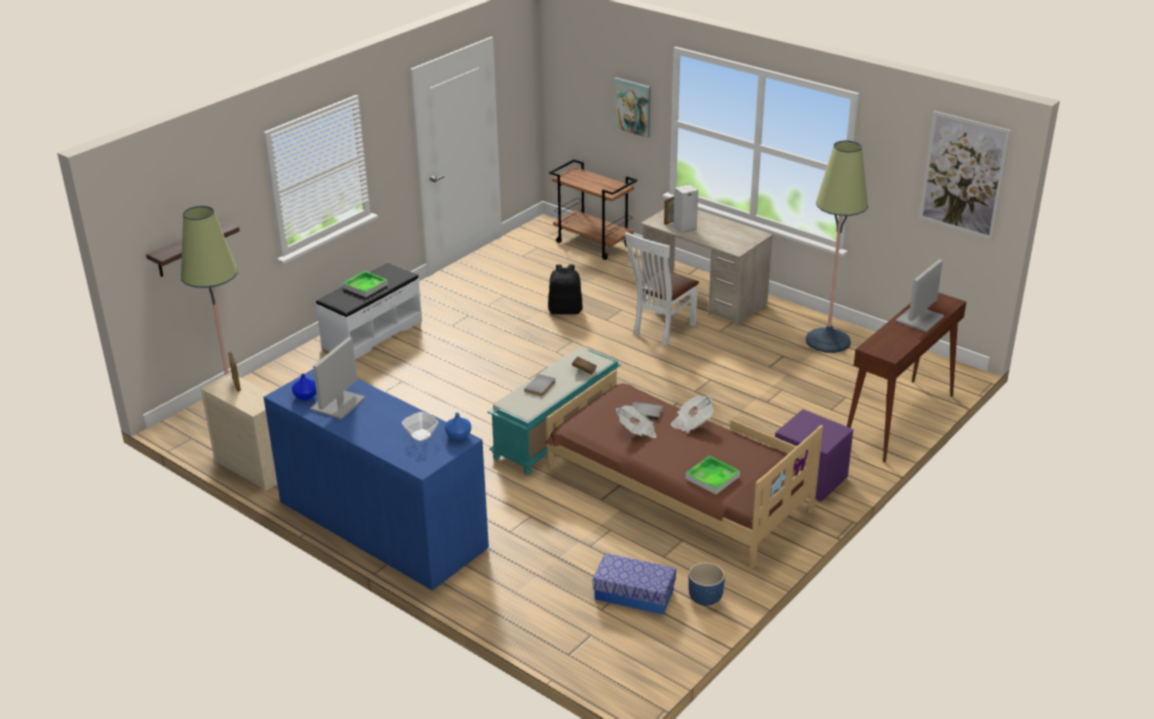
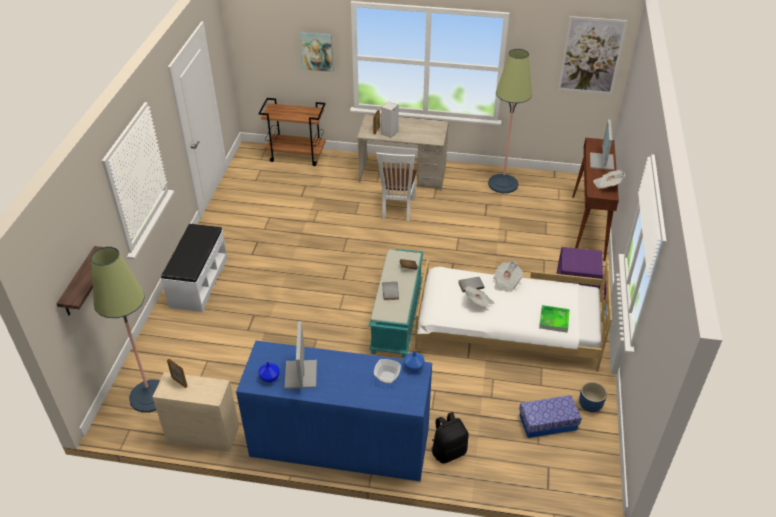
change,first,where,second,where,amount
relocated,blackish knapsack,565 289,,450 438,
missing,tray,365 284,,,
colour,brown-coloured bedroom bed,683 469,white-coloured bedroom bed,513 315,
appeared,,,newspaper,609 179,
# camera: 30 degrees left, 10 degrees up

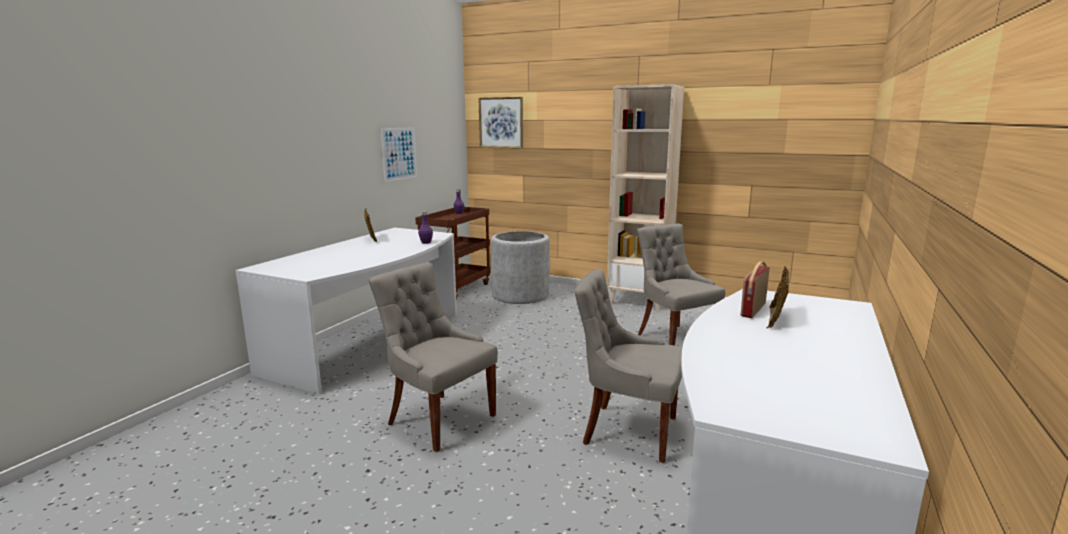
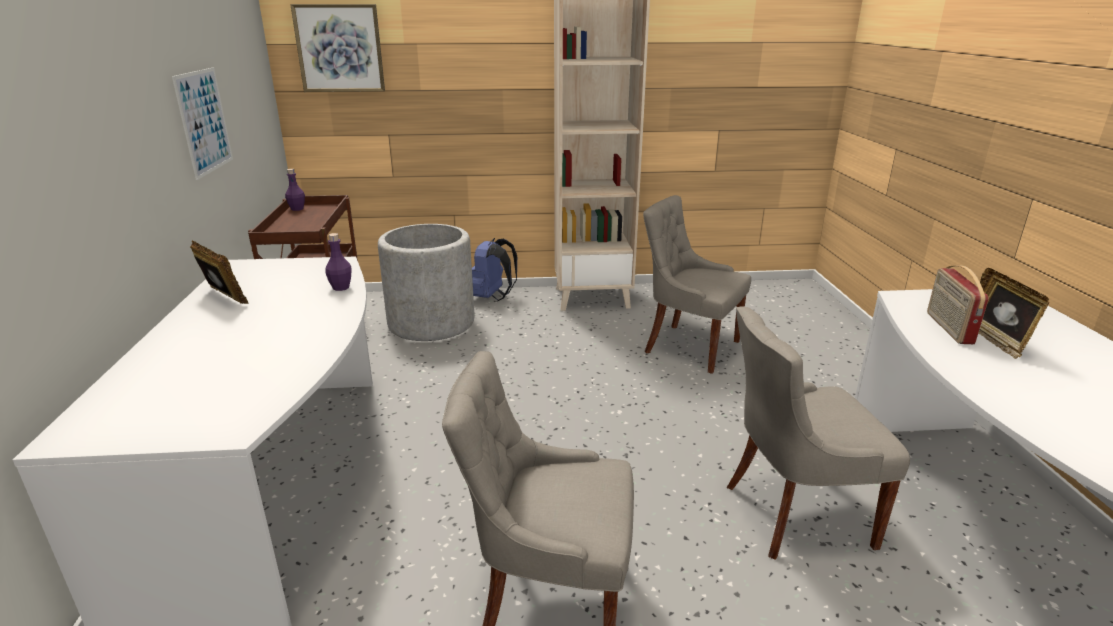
change,first,where,second,where,amount
appeared,,,blue-coloured knapsack,494 269,
# camera: 30 degrees left, 10 degrees up

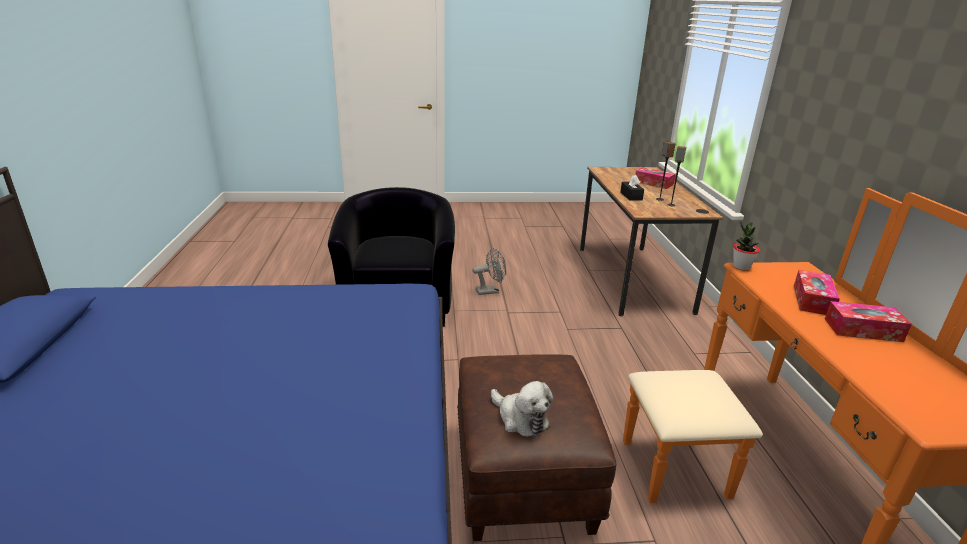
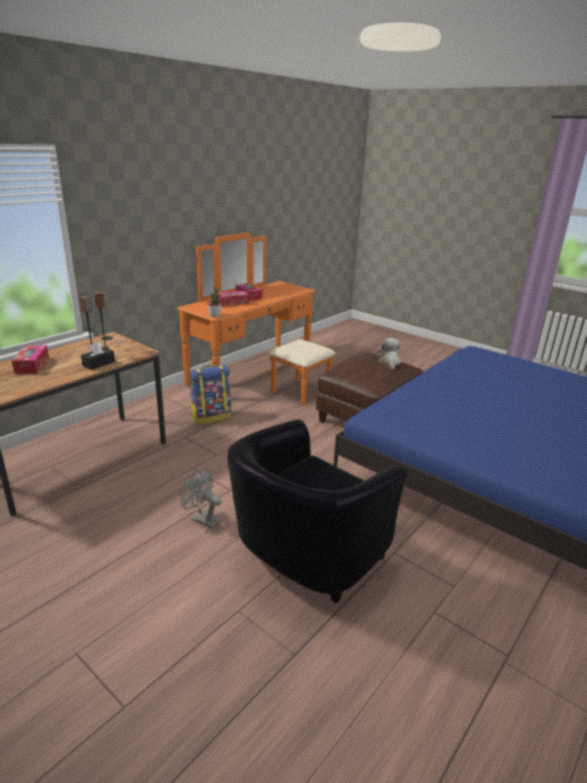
change,first,where,second,where,amount
appeared,,,knapsack,210 395,
# camera: 135 degrees left, 0 degrees up

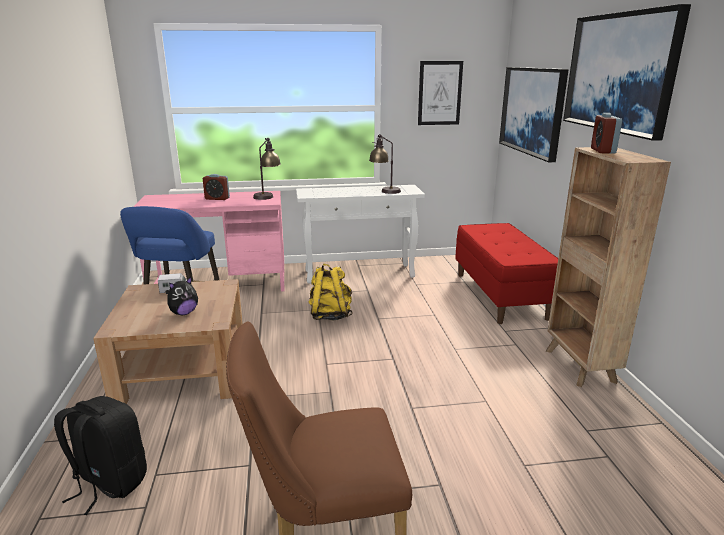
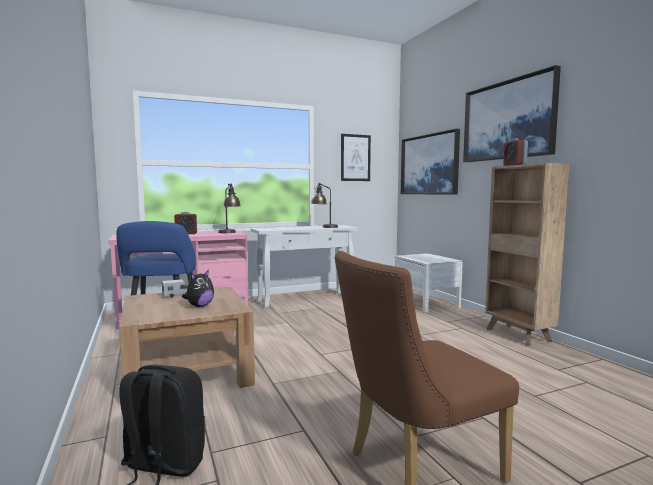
change,first,where,second,where,amount
exchanged,red indoor bench,506 273,white-coloured nightstand,429 283,
missing,yellow-coloured knapsack,331 292,,,
# camera: 15 degrees left, 15 degrees down

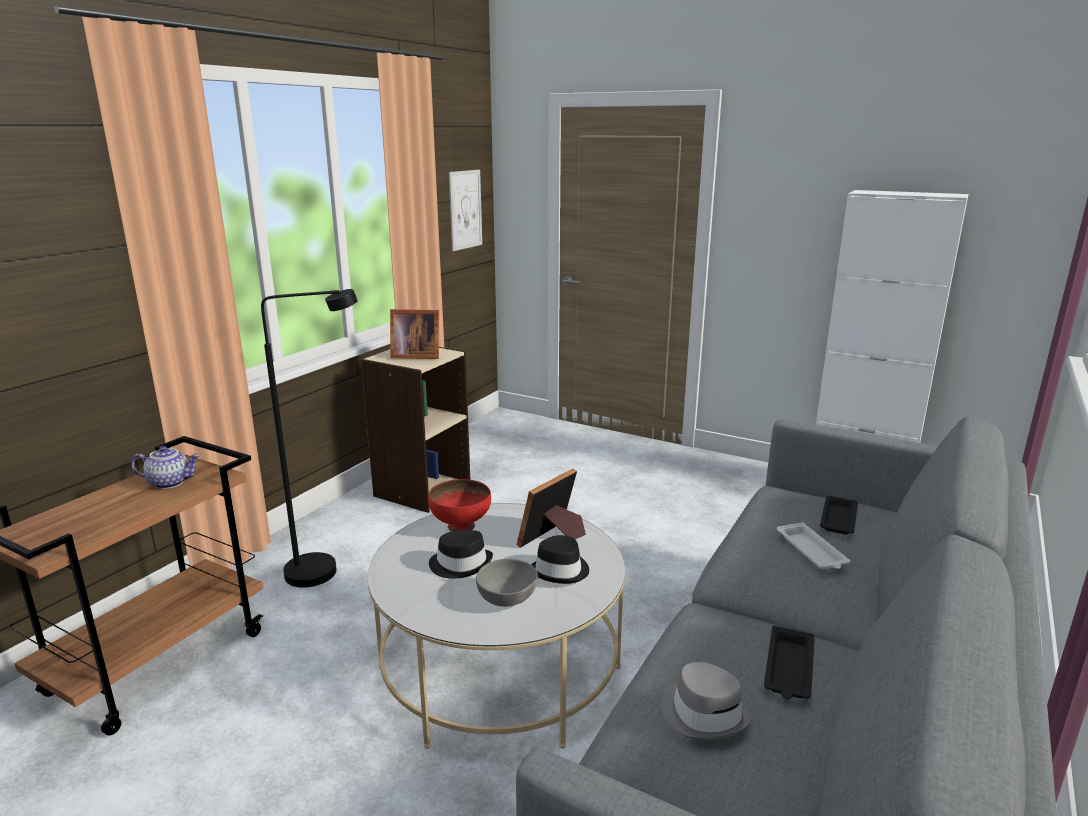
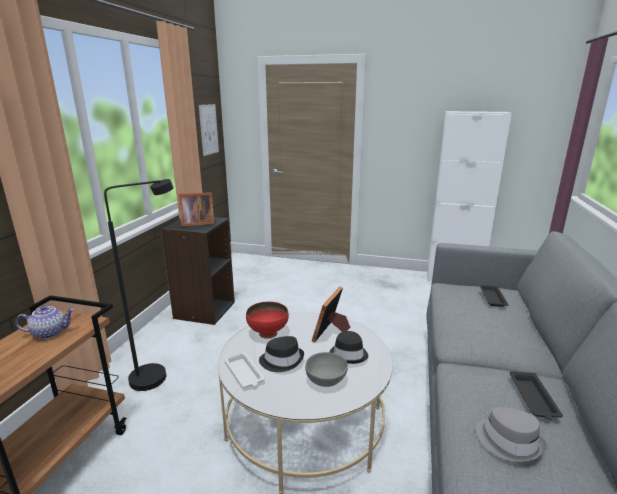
change,first,where,second,where,amount
colour,beige bookshelf,415 430,blackish bookshelf,198 271,
relocated,white-coloured tray,813 545,,244 369,
# camera: 15 degrees left, 0 degrees up

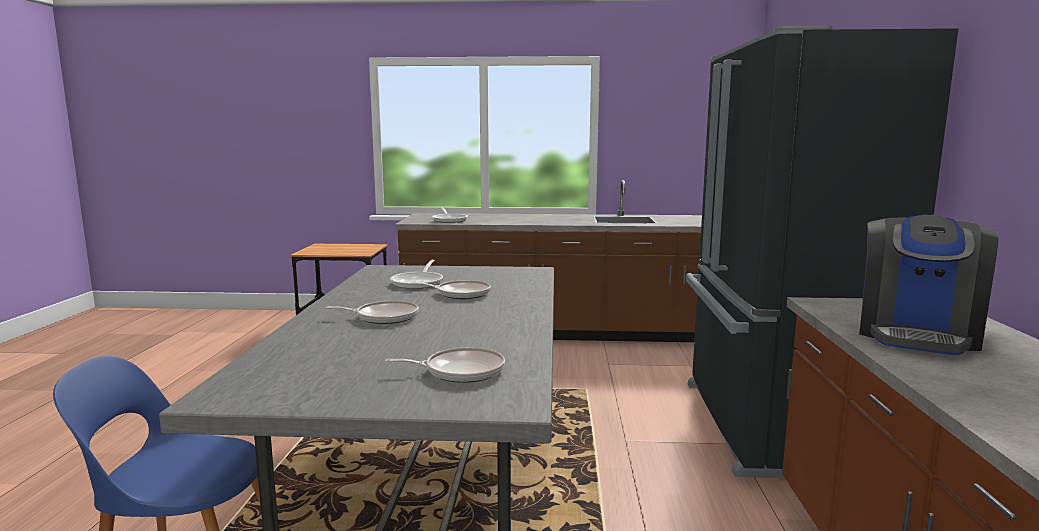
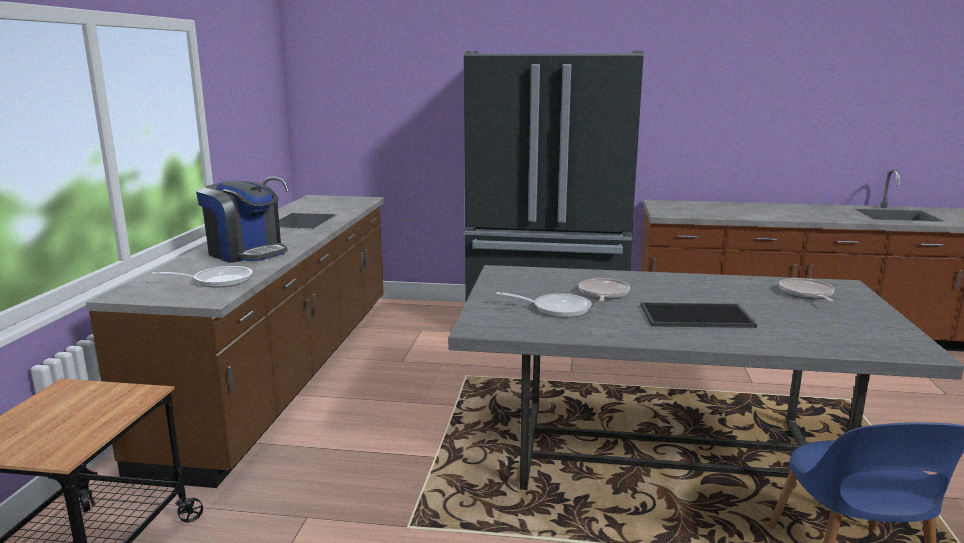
change,first,where,second,where,amount
relocated,coffee machine,928 285,,242 221,
exchanged,skillet,372 312,tray,698 315,
# camera: 85 degrees left, 5 degrees up

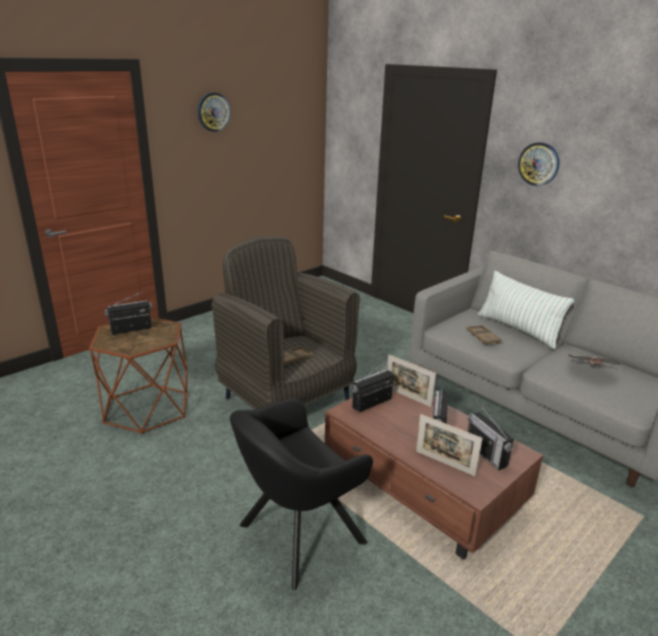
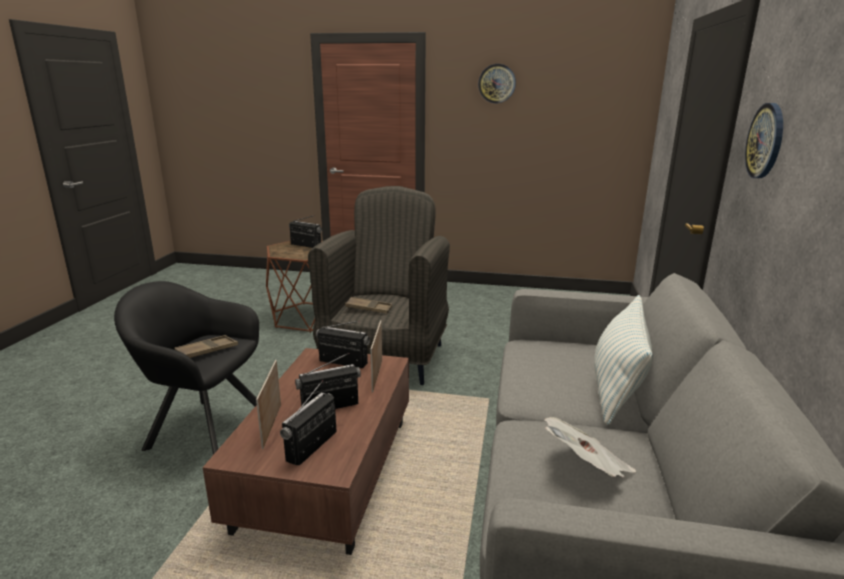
change,first,where,second,where,amount
relocated,brown-coloured tray,484 335,,206 346,
# camera: 55 degrees right, 5 degrees down

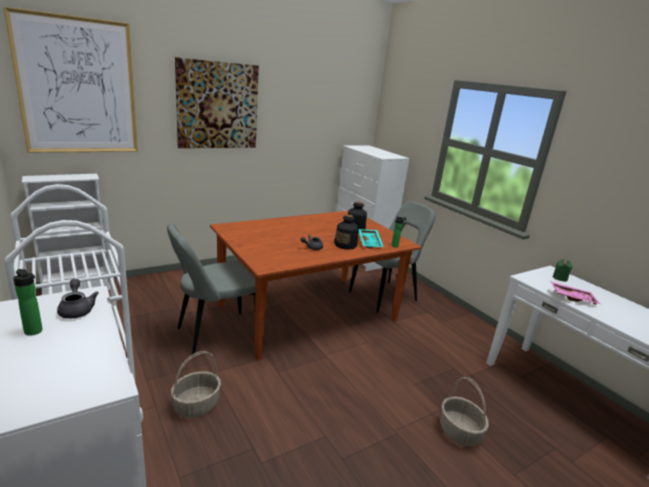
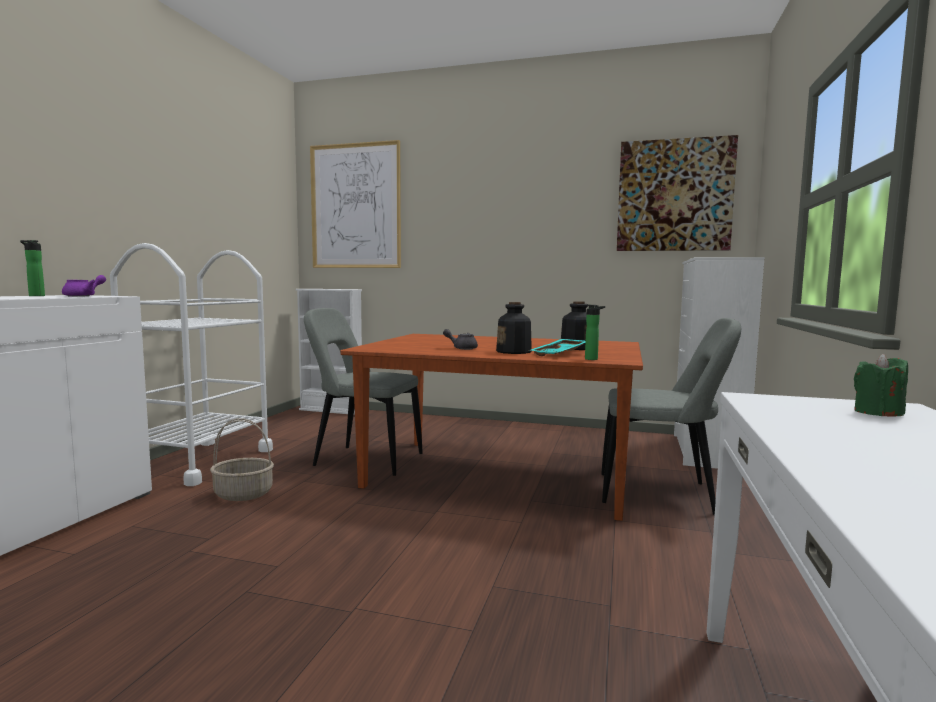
change,first,where,second,where,amount
relocated,wall art,217 102,,677 193,
colour,grey tea pot,78 299,purple-coloured tea pot,84 286,
missing,pinkish tray,575 293,,,
missing,basket,464 412,,,
# camera: 50 degrees right, 15 degrees down

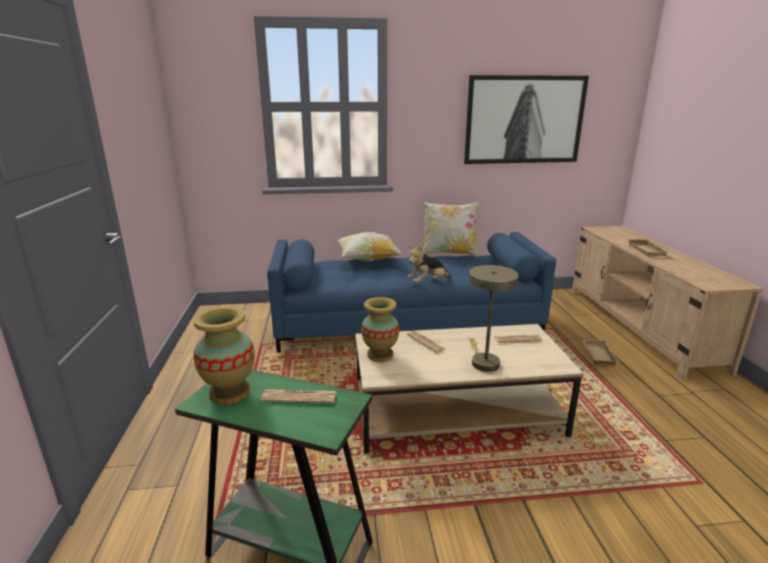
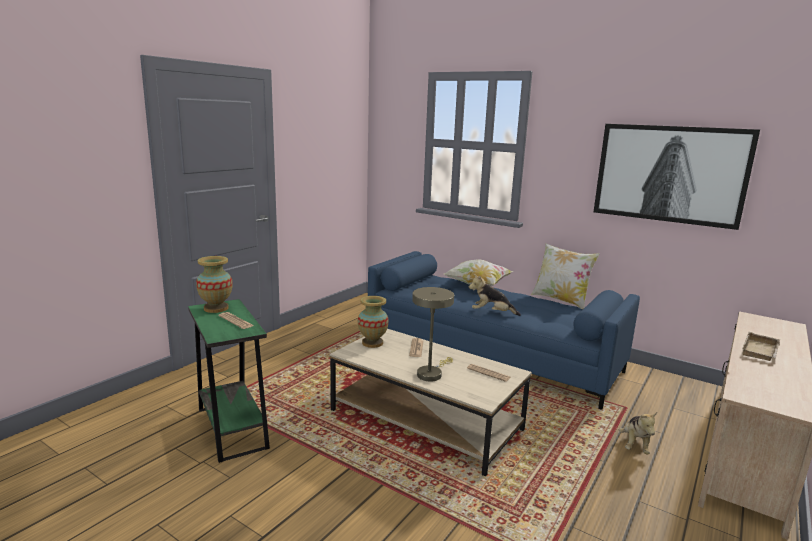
change,first,where,second,where,amount
exchanged,beige tray,600 353,cuddly toy,638 433,
# camera: 40 degrees right, 5 degrees down

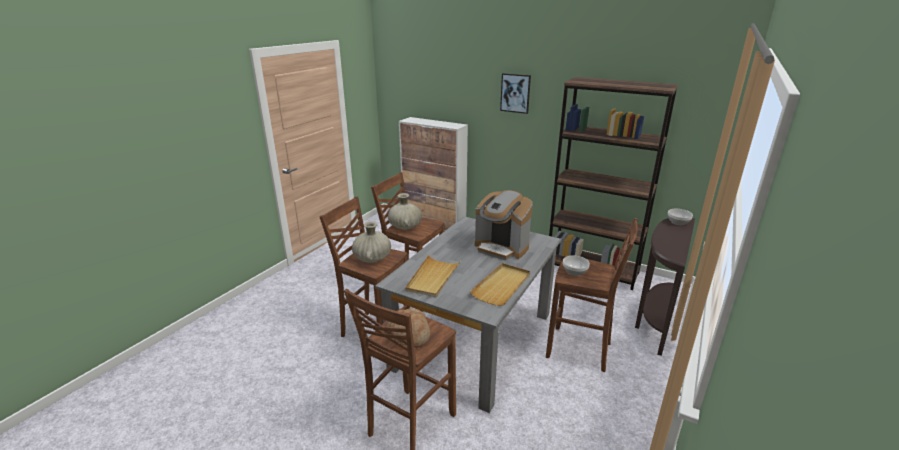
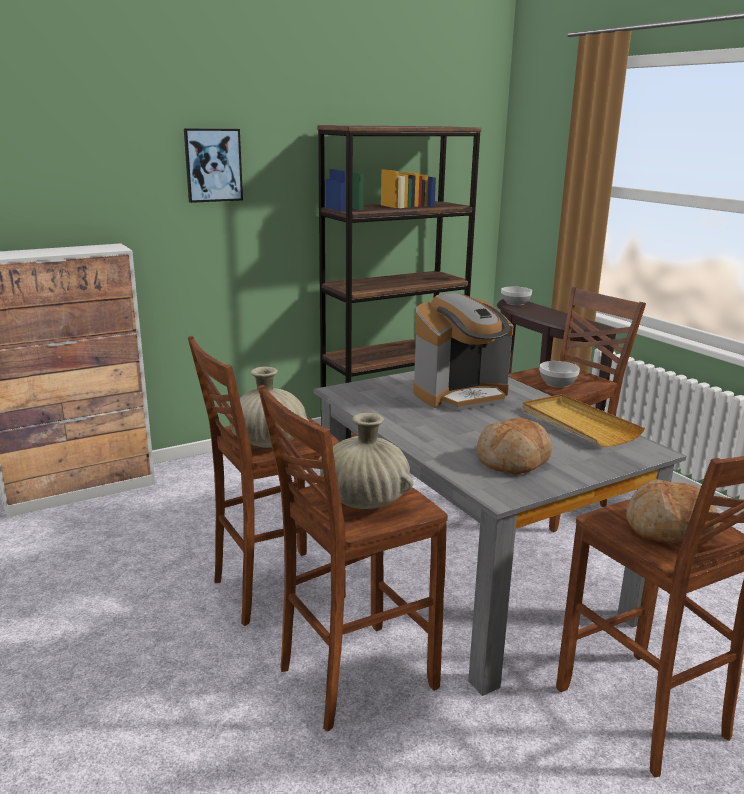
change,first,where,second,where,amount
exchanged,beige tray,433 276,baked bread,514 446,
# camera: 60 degrees left, 5 degrees down

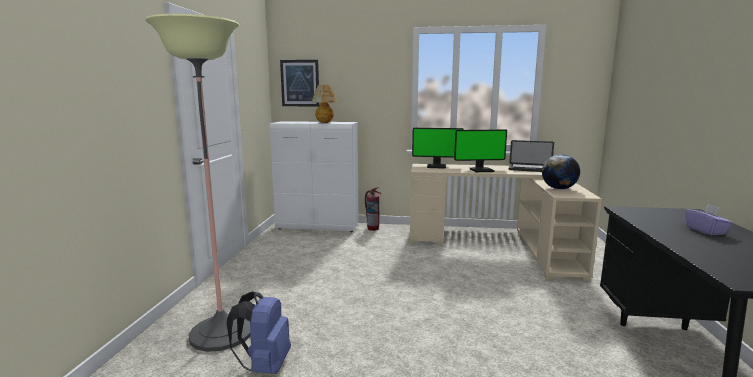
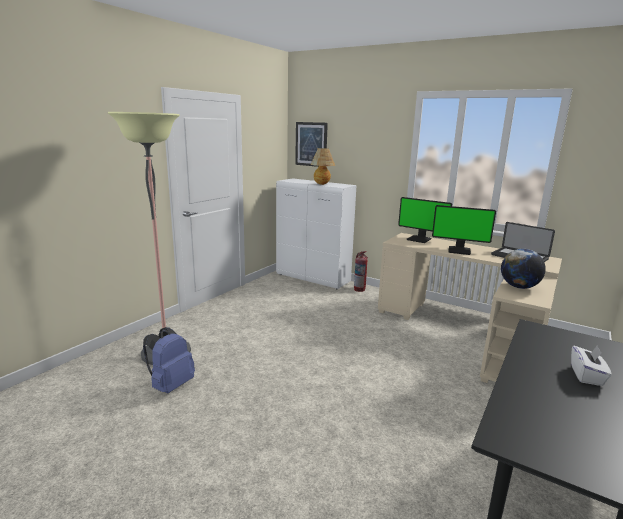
change,first,where,second,where,amount
colour,purple-coloured tissue box,709 219,white-coloured tissue box,591 365,
# camera: 25 degrees right, 5 degrees up

